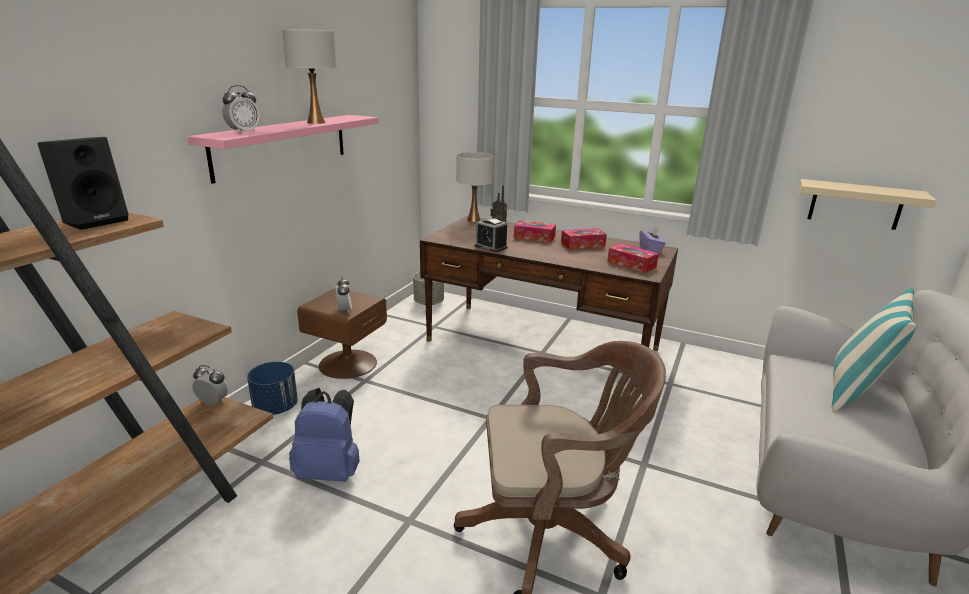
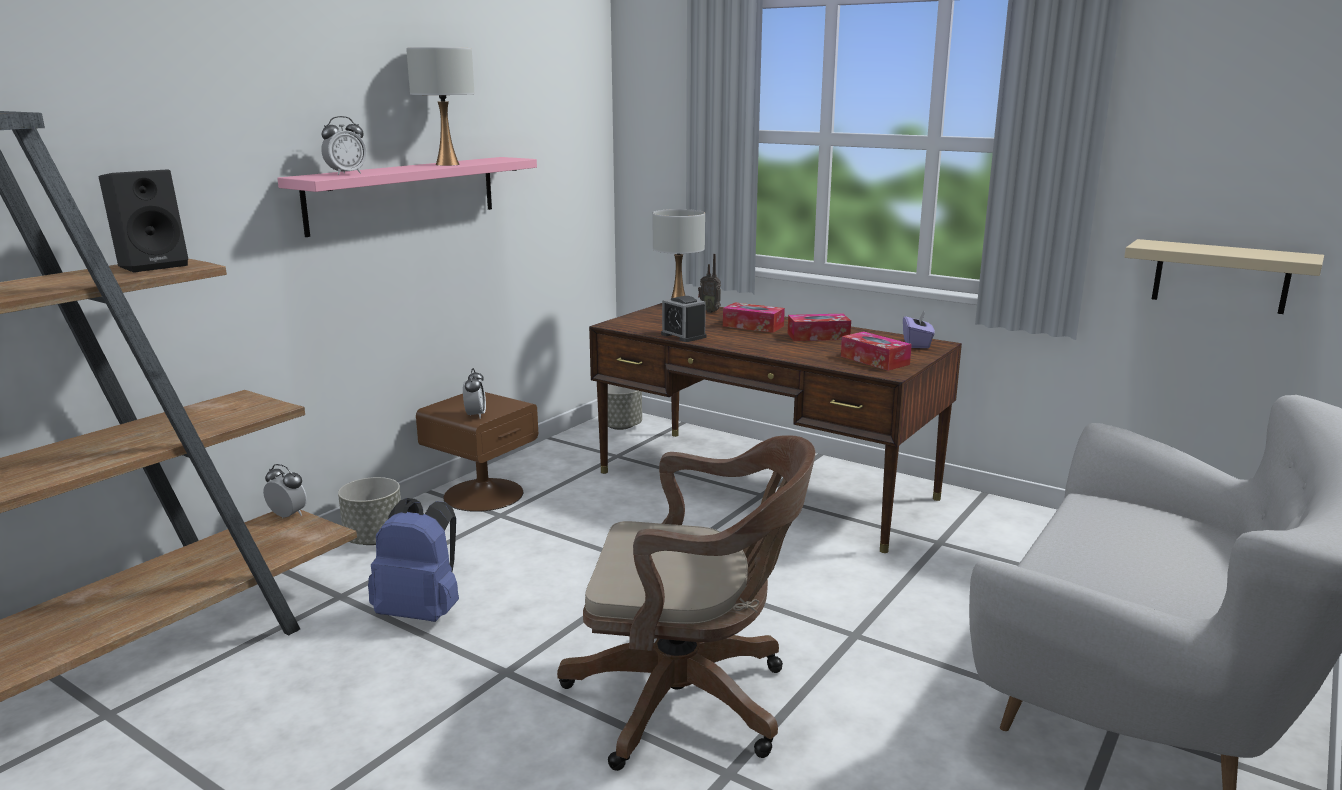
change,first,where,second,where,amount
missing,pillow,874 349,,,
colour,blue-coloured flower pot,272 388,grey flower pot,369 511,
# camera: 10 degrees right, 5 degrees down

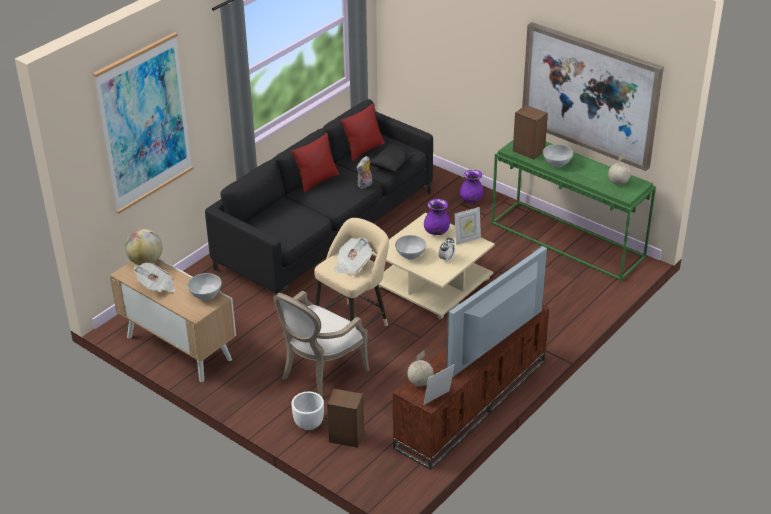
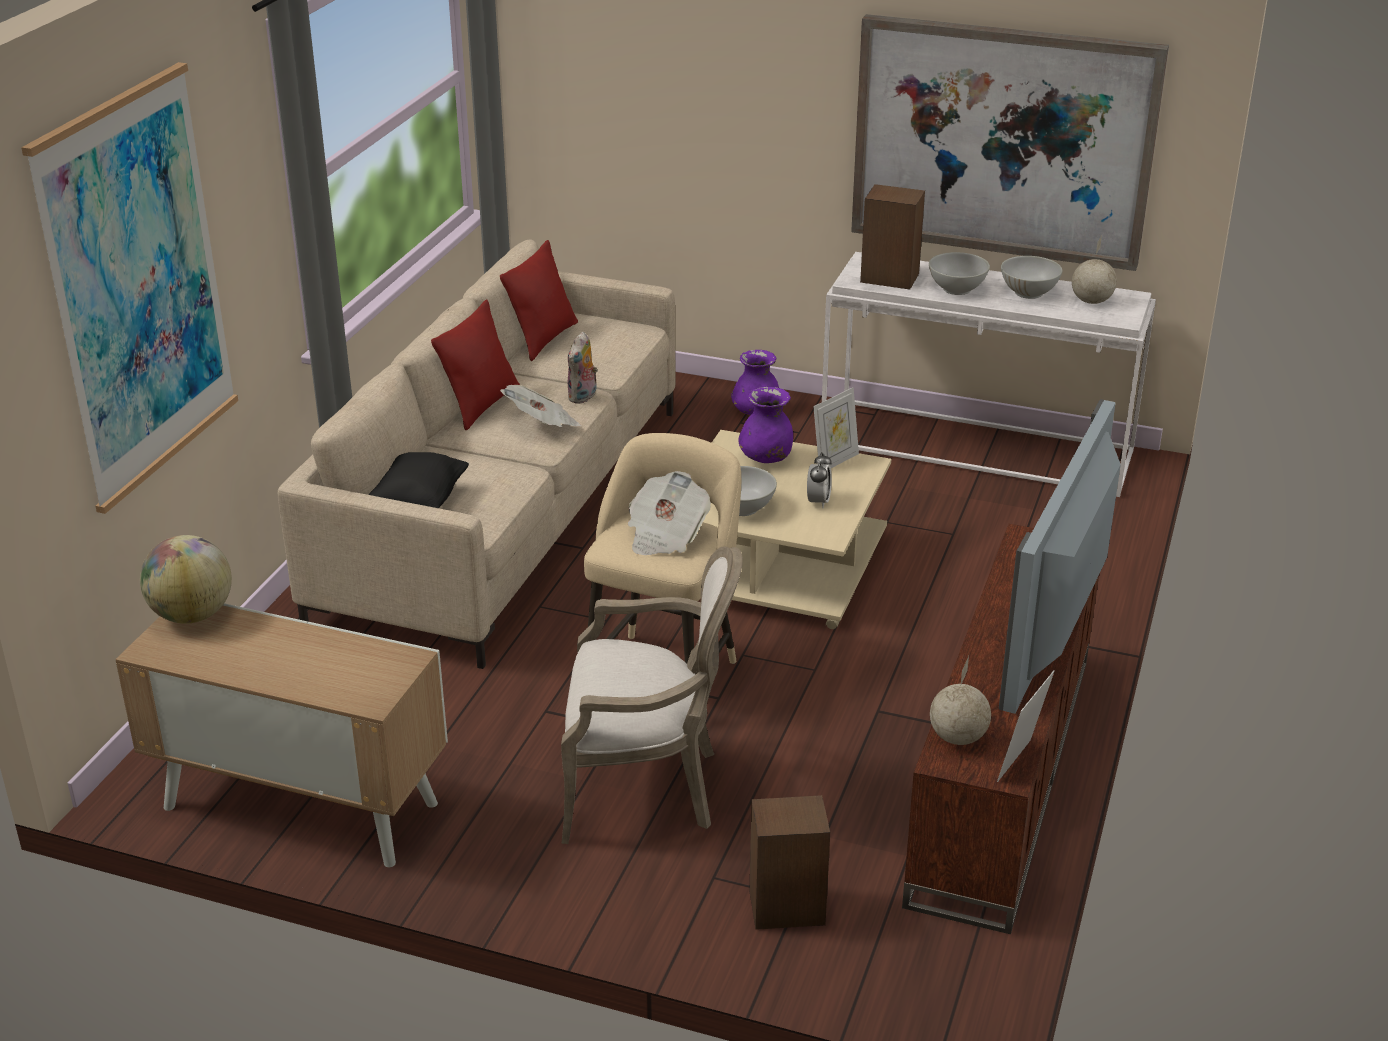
change,first,where,second,where,amount
colour,blackish settee,319 197,beige settee,476 454,
colour,greenish narrow table,573 211,white-coloured narrow table,989 374,
relocated,blackish pillow,393 158,,419 480,
relocated,newspaper,154 277,,540 406,
relocated,white-coloured deep dish,205 286,,1031 277,
spun,armchair,321 344,,652 695,105 degrees counterclockwise
missing,white-coloured flower pot,307 411,,,
# camera: 20 degrees left, 5 degrees down

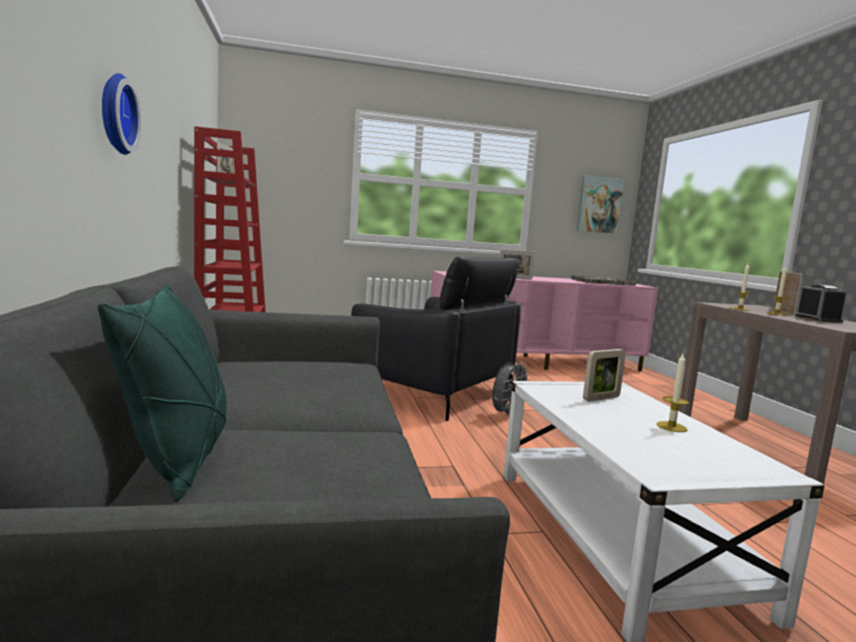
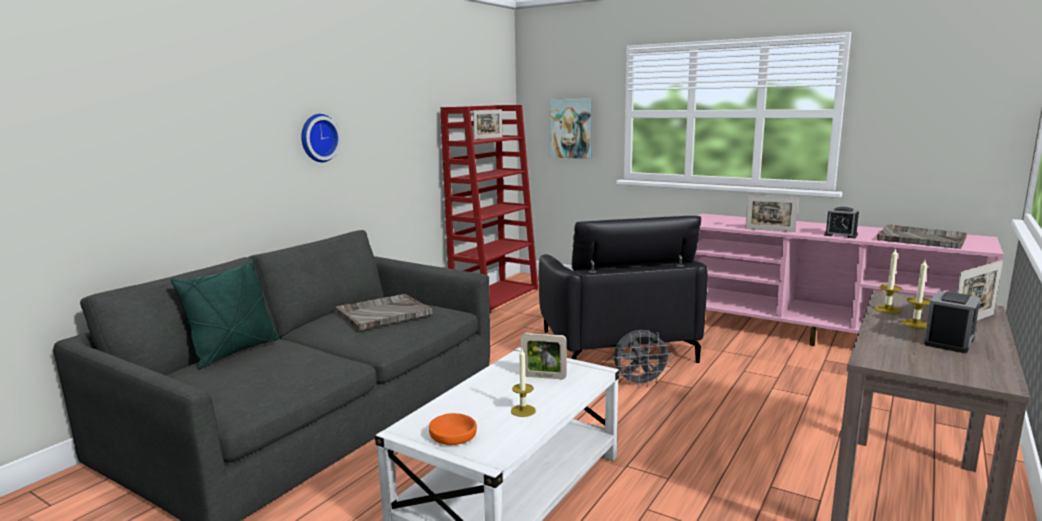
change,first,where,second,where,amount
relocated,wall art,600 204,,571 129,
appeared,,,bedside clock,841 222,
appeared,,,grey tray,384 312,
appeared,,,orange-coloured deep dish,453 429,
# camera: 45 degrees right, 5 degrees up

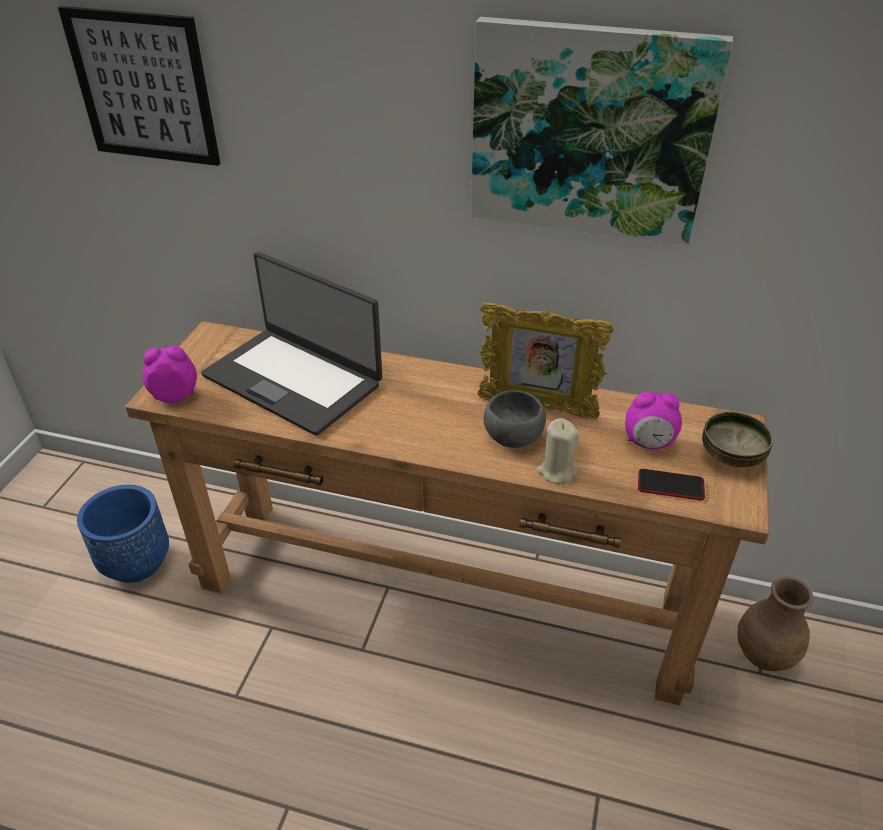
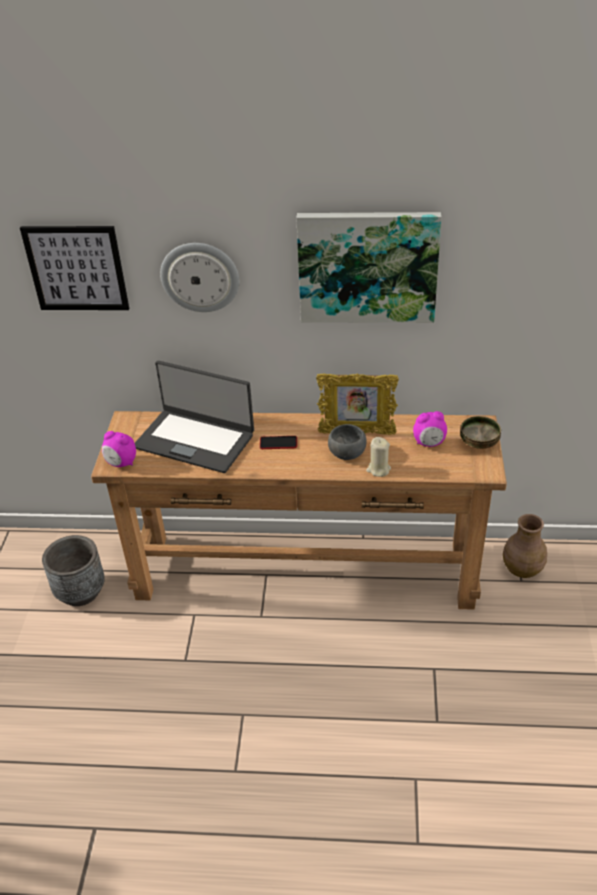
change,first,where,second,where,amount
spun,bedside clock,169 375,,119 449,135 degrees counterclockwise
relocated,telephone,671 484,,278 442,
colour,blue-coloured flower pot,123 534,grey flower pot,73 570,
appeared,,,clock on the wall,199 277,
# camera: 10 degrees left, 0 degrees up

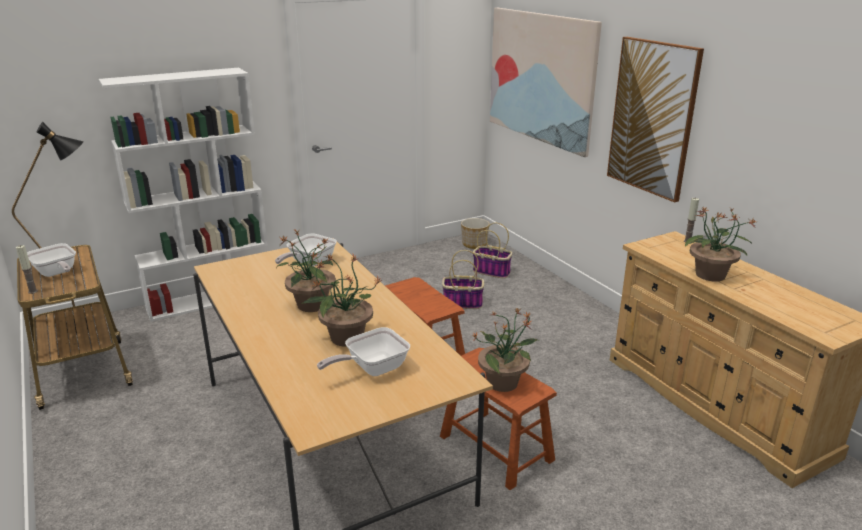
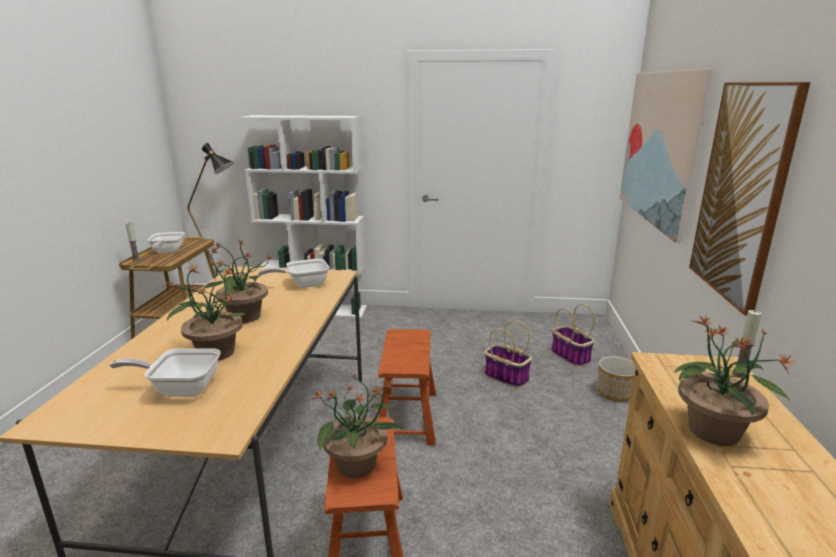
change,first,where,second,where,amount
relocated,flower pot,475 233,,617 379,
# camera: 35 degrees right, 5 degrees down

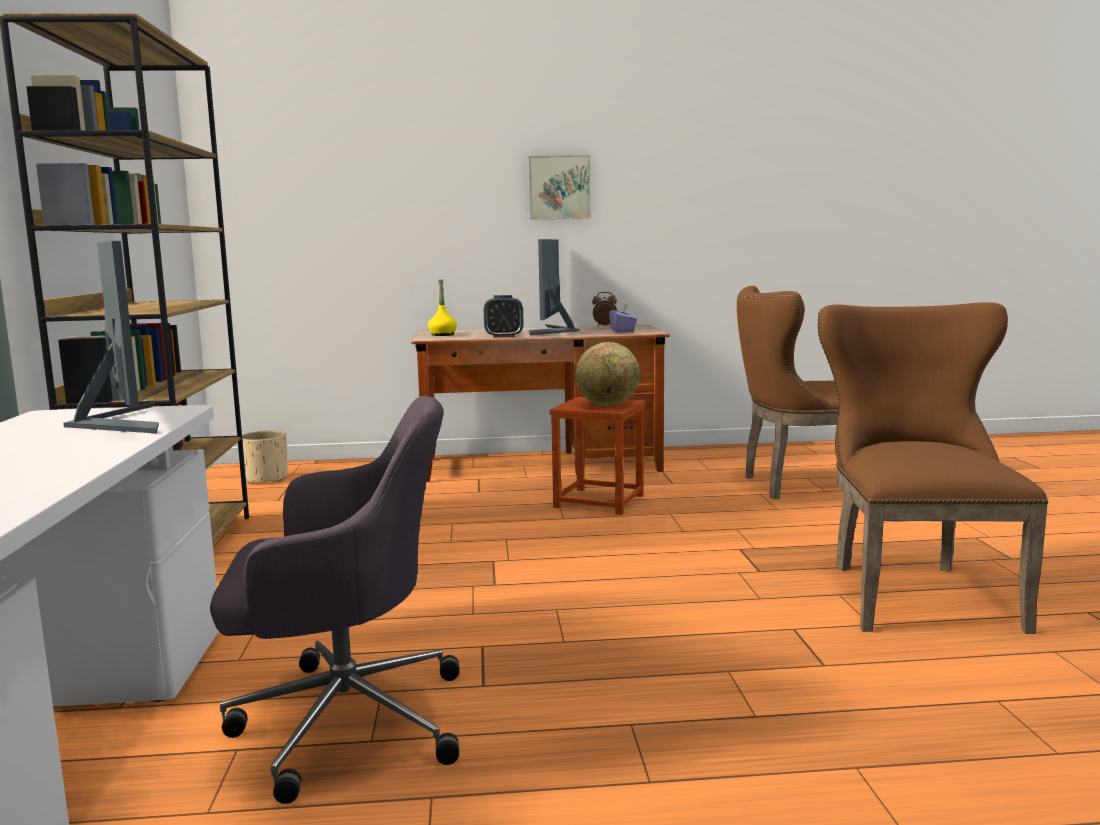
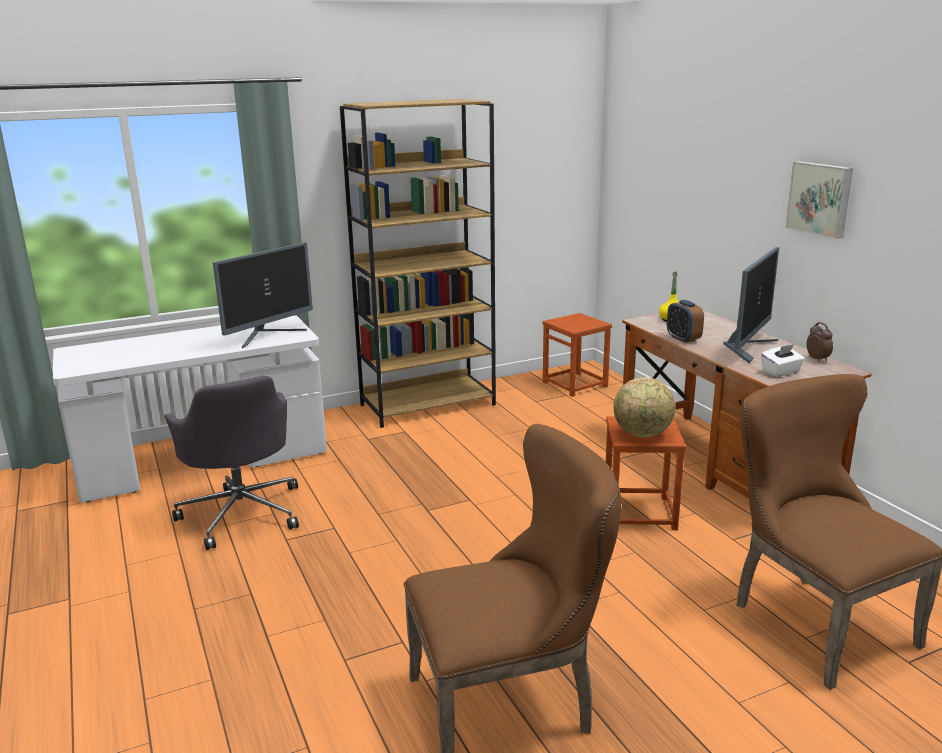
change,first,where,second,where,amount
spun,computer screen,553 287,,751 305,135 degrees clockwise
colour,purple-coloured tissue box,623 318,white-coloured tissue box,783 360,
exchanged,beige flower pot,265 457,brown-coloured stool seat,577 355,
# camera: 70 degrees right, 10 degrees up

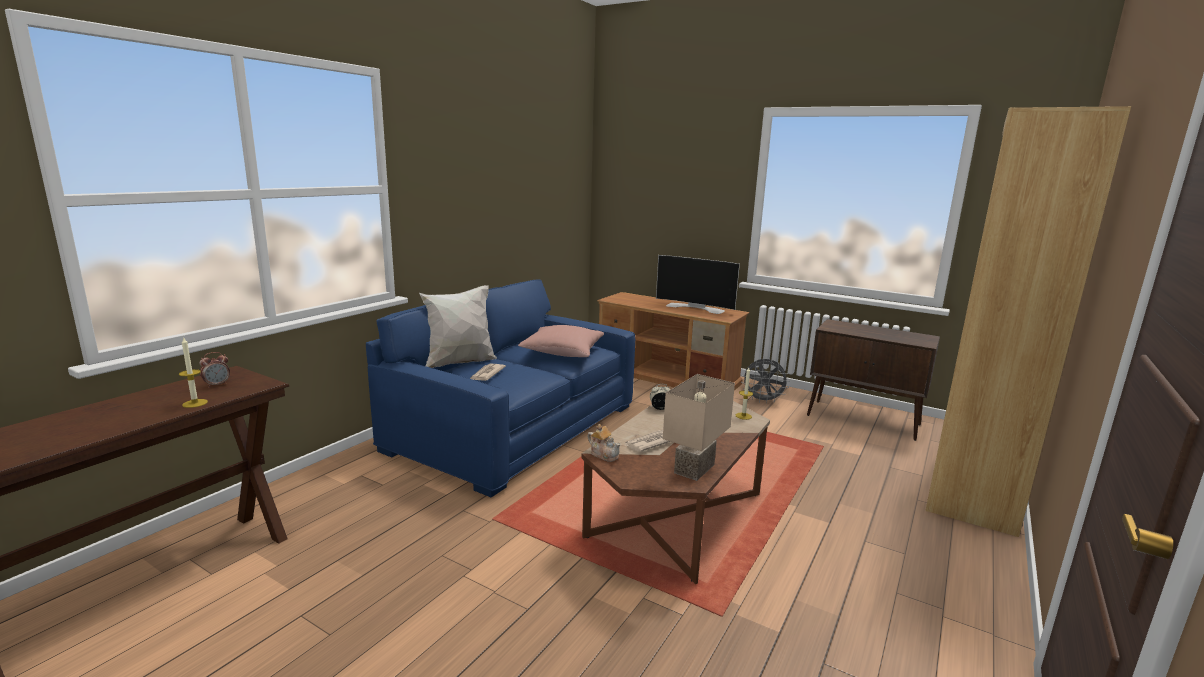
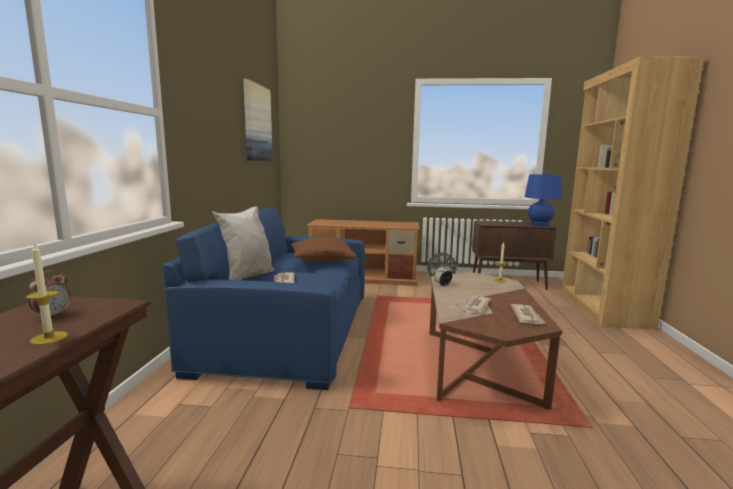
change,first,where,second,where,amount
missing,television,698 284,,,
colour,pinkish pillow,561 341,brown-coloured pillow,324 250,
exchanged,beige lamp for a table,699 427,newspaper,528 314,
missing,tea pot,604 443,,,
appeared,,,wall art,258 120,
appeared,,,blue-coloured lamp for a table,543 199,
# camera: 25 degrees left, 5 degrees down

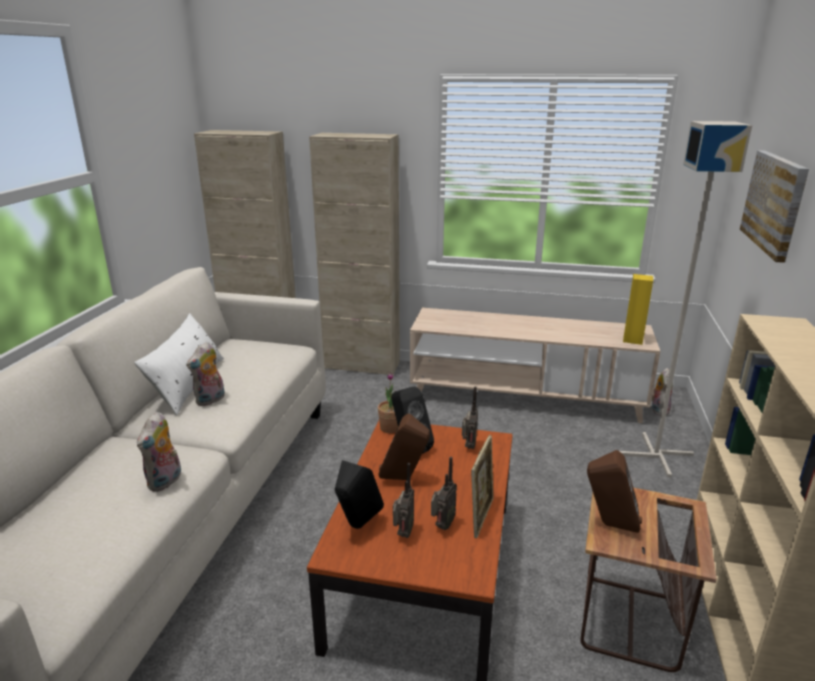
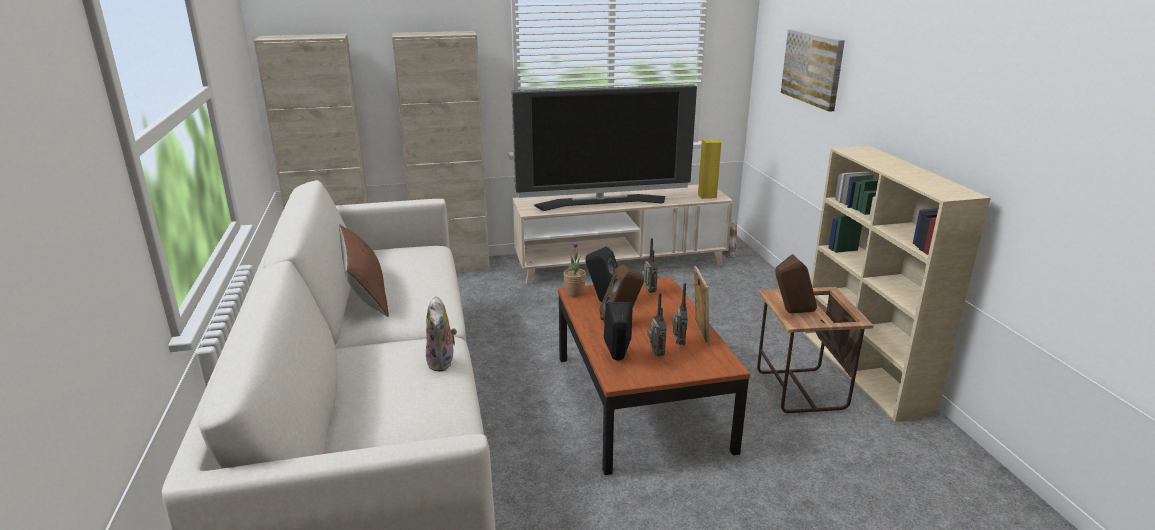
change,first,where,second,where,amount
missing,grey standing lamp,686 299,,,
colour,white-coloured pillow,179 364,brown-coloured pillow,364 271,
missing,cuddly toy,205 373,,,
appeared,,,television,604 147,
# camera: 25 degrees left, 0 degrees up

